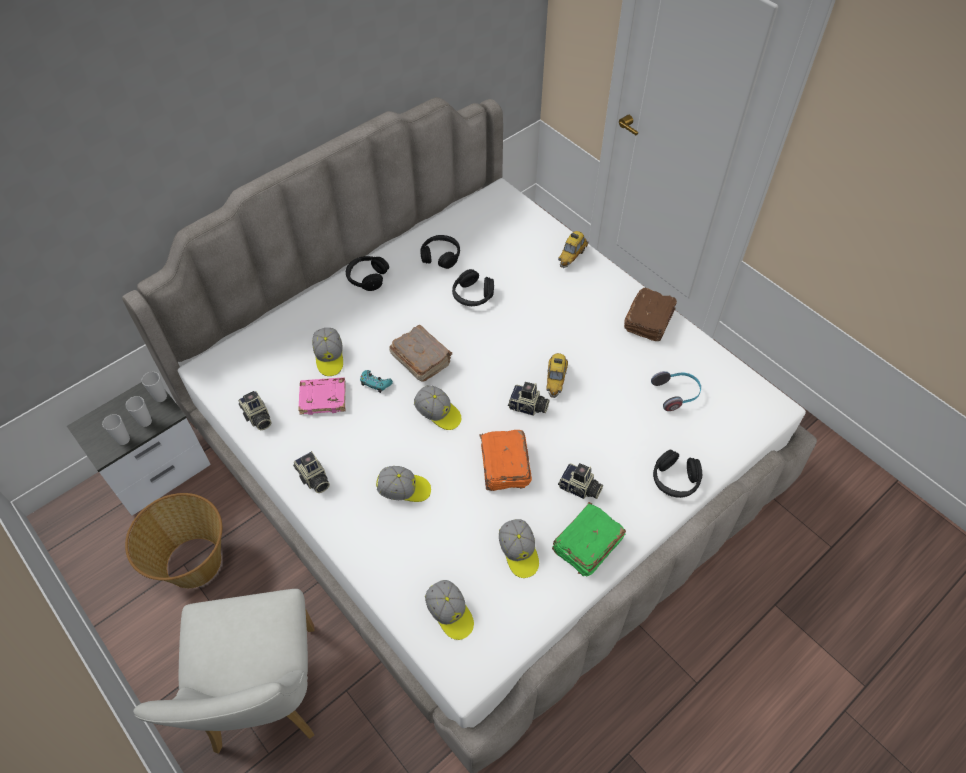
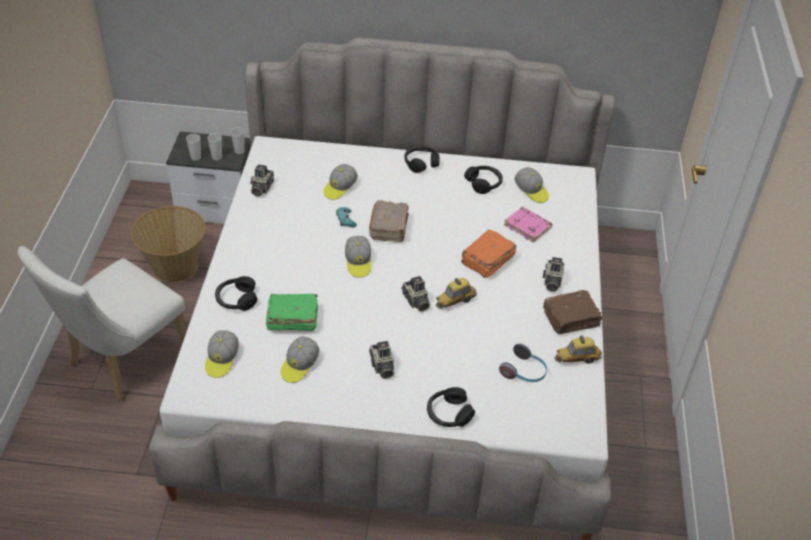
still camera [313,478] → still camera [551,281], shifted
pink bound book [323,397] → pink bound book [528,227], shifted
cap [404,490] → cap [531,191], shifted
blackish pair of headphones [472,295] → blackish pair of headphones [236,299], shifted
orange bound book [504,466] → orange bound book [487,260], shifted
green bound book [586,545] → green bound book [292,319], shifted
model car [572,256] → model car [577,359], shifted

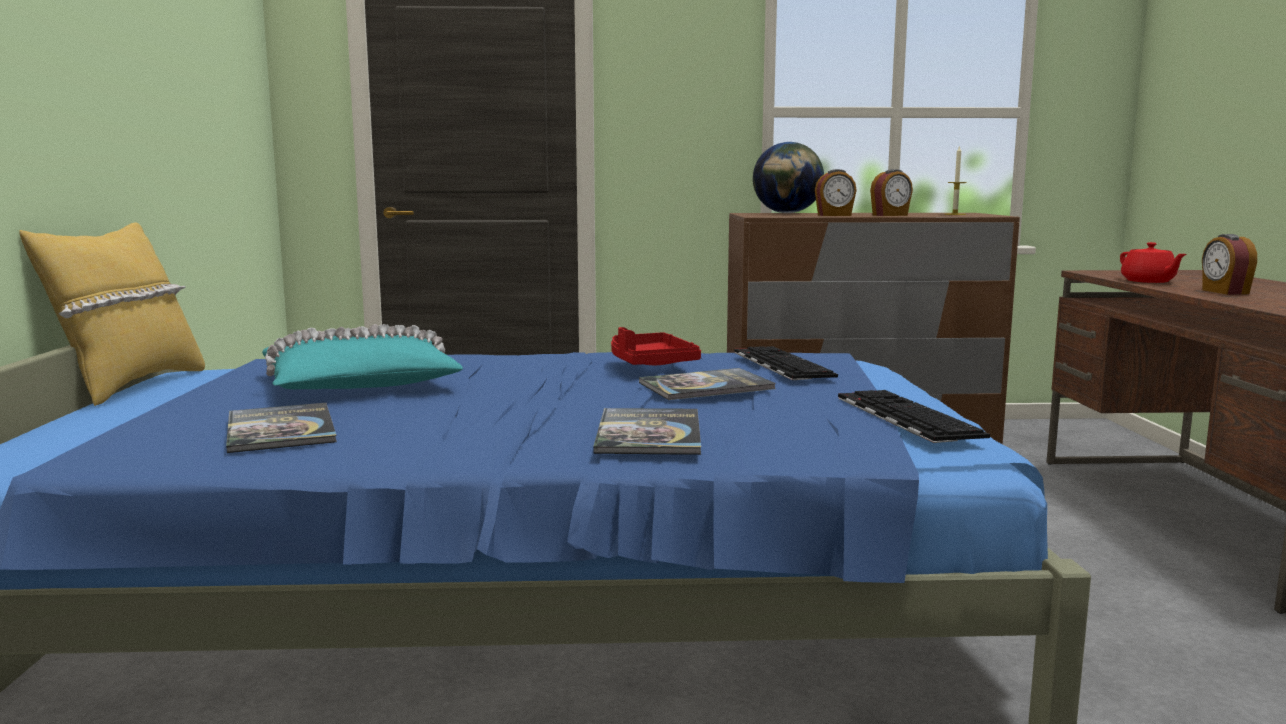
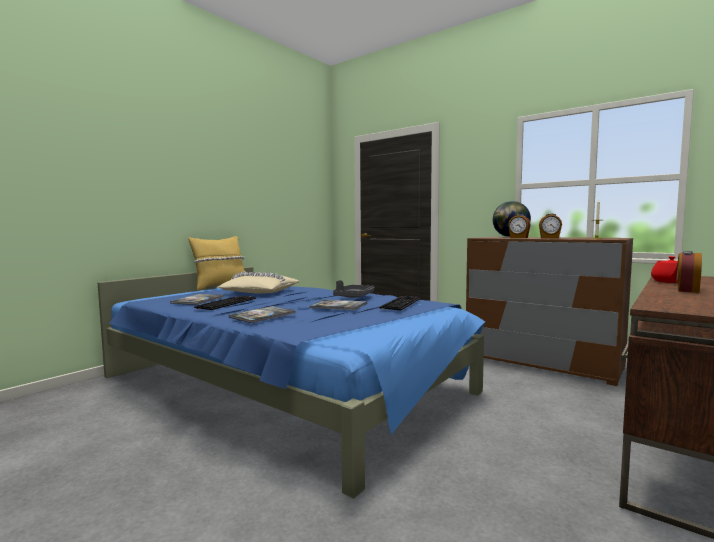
turquoise-coloured cushion [360,384] → beige-coloured cushion [259,292]
red tray [649,363] → grey tray [354,297]
keyboard [903,416] → keyboard [226,303], shifted

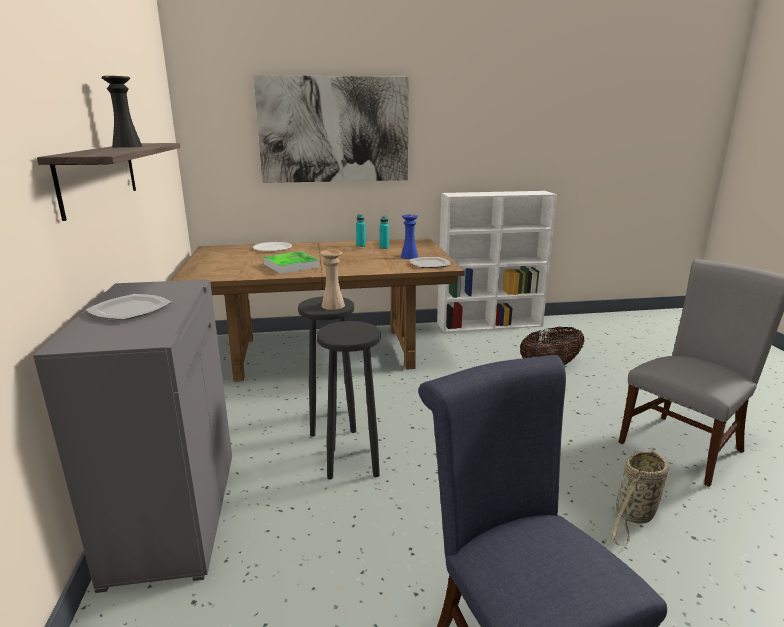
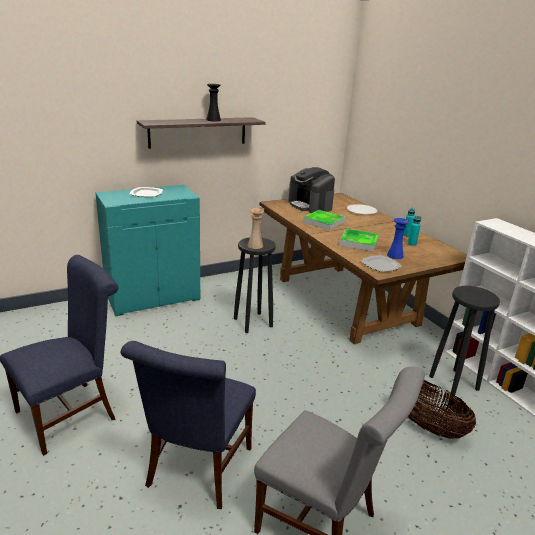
grey storage cabinet [173,515] → turquoise-coloured storage cabinet [153,297]
wall picture [334,130] → -
blackish stool seat [353,463] → blackish stool seat [453,383], shifted
household basket [633,516] → blue chair [197,471]
- → coffee machine [310,205]
- → tray [359,242]

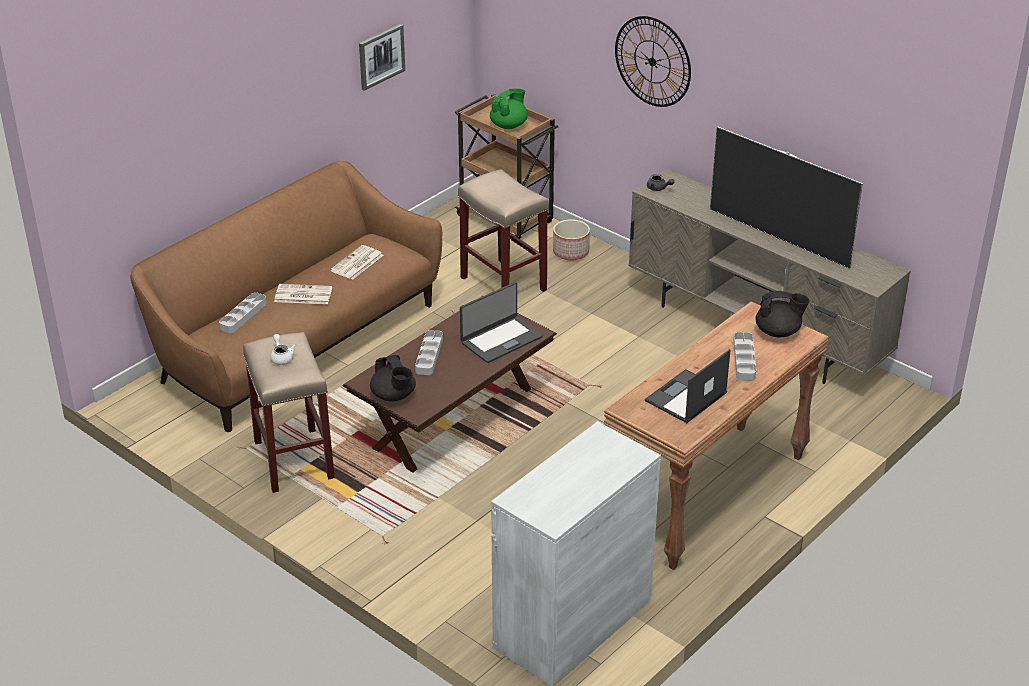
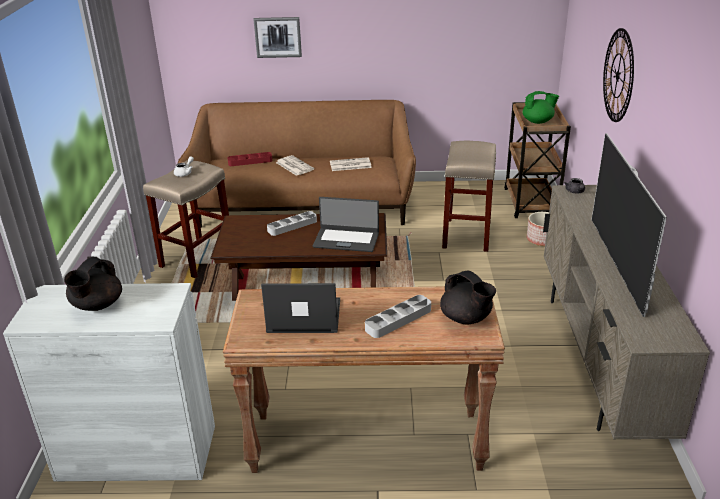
grey tray [243,315] → red tray [250,161]
wall picture [381,56] → wall picture [278,37], shifted
blackish teapot [394,396] → blackish teapot [97,305], shifted

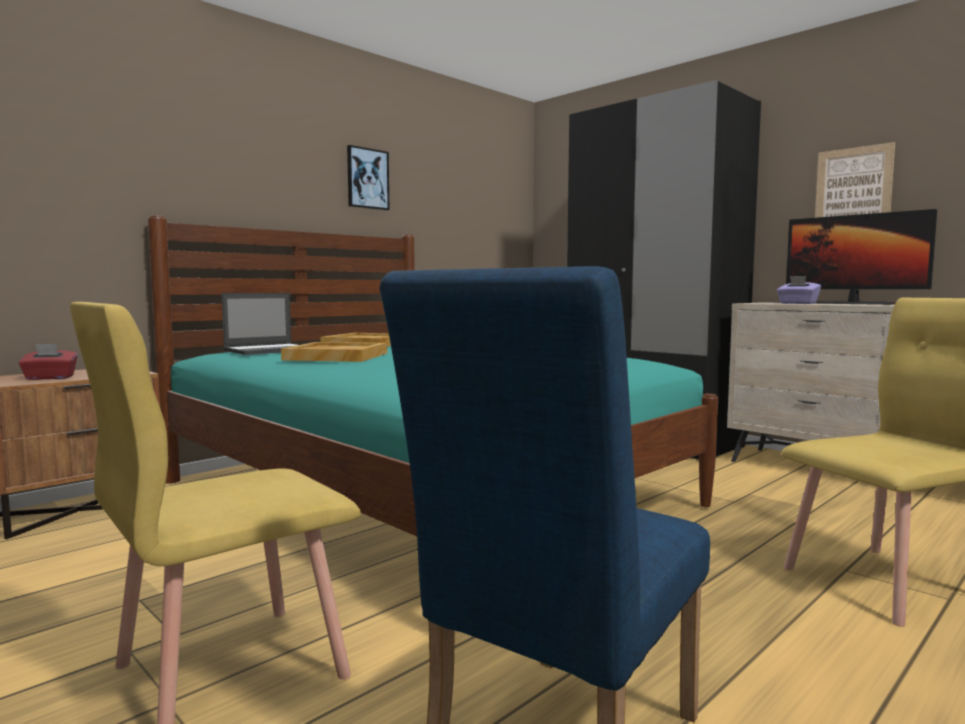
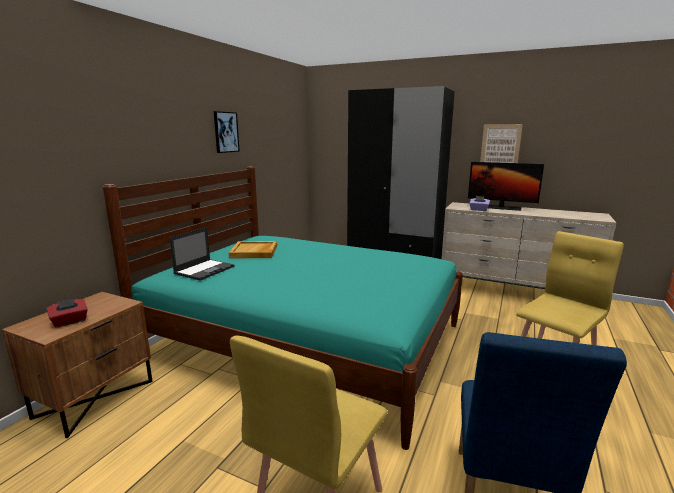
beige-coloured tray [336,356] → -

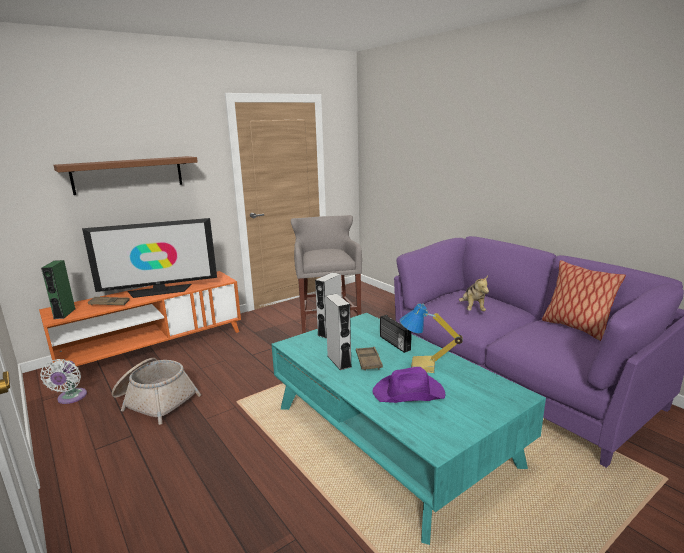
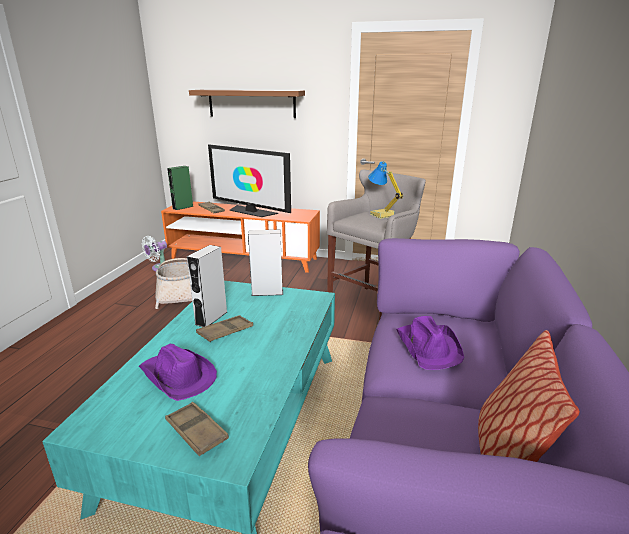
radio receiver [394,343] → -
lamp for a table [423,367] → lamp for a table [381,215], shifted
plush toy [472,309] → purple clothing hat [428,346]
- → brown-coloured tray [196,432]

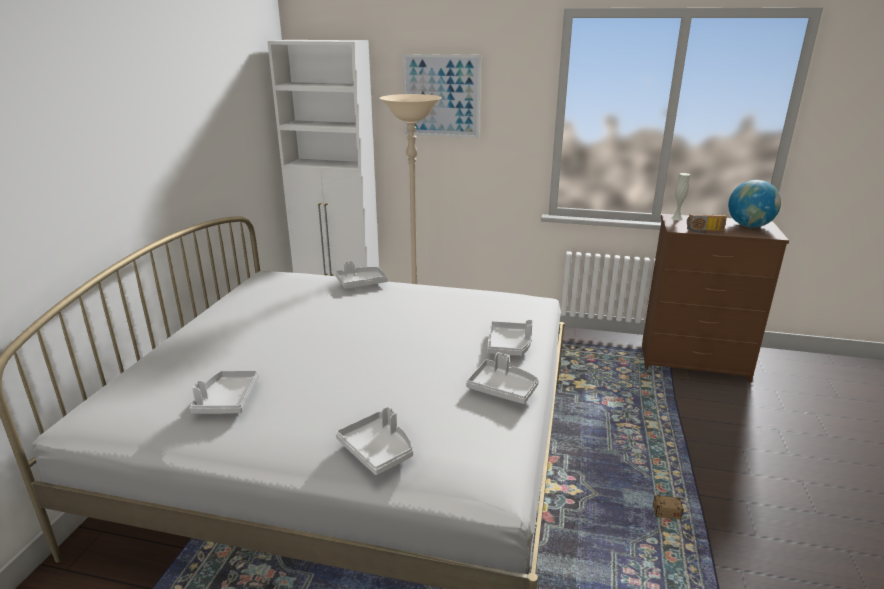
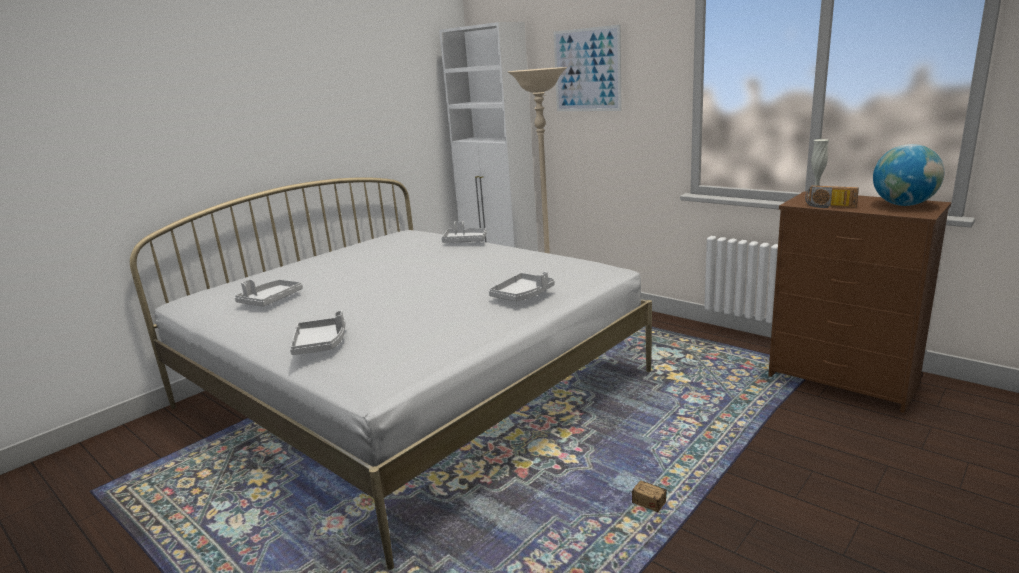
grey tray [503,389] → -

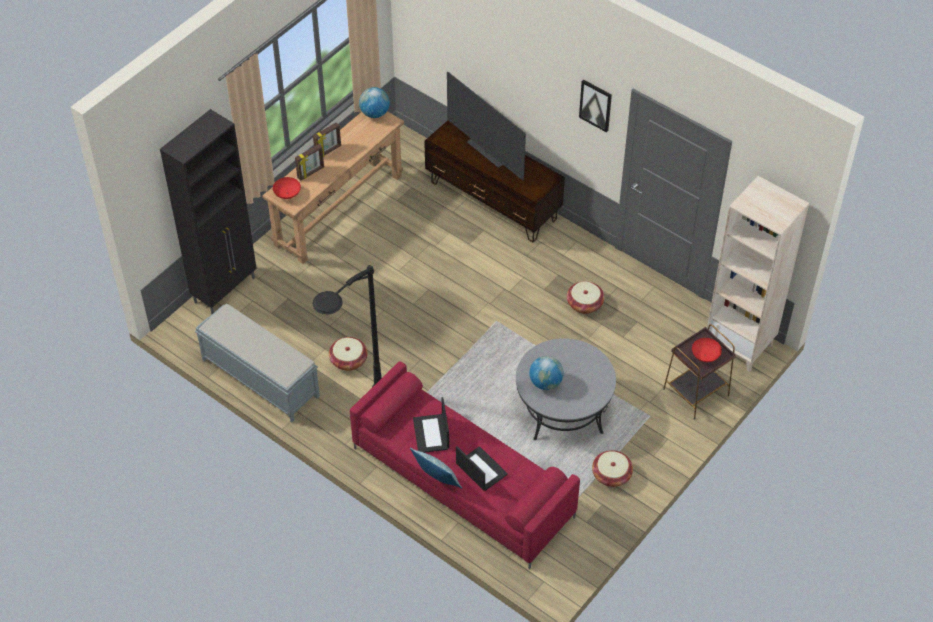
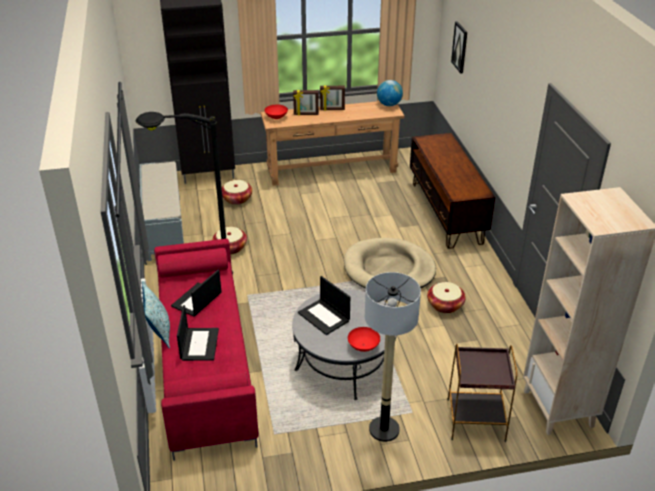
TV set [485,152] → -
world globe [545,383] → notebook computer [324,317]
wall picture [596,105] → wall picture [460,47], shifted
household basket [611,475] → household basket [237,199], shifted
red serving bowl [705,356] → red serving bowl [363,347], shifted
- → beige-coloured pet bed [389,269]
- → standing lamp [384,429]

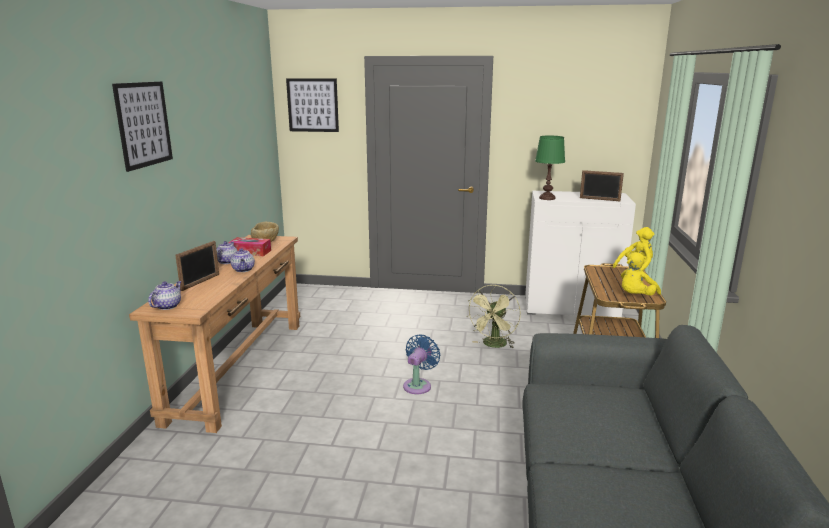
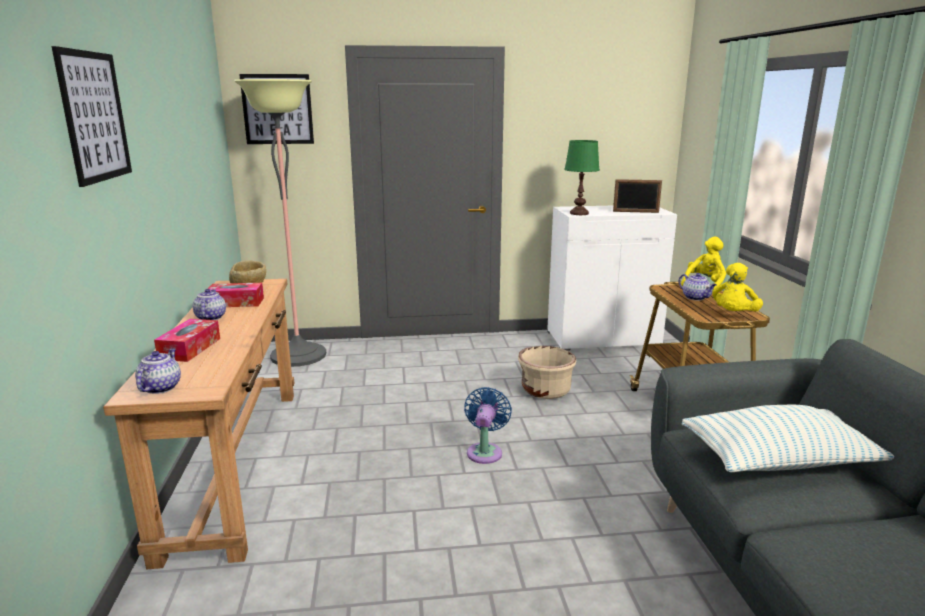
photo frame [200,282] → tissue holder [190,348]
teapot [243,270] → teapot [696,298], shifted
green cooling fan [494,345] → beige-coloured planter [545,391]
- → standing lamp [298,355]
- → cushion [778,460]

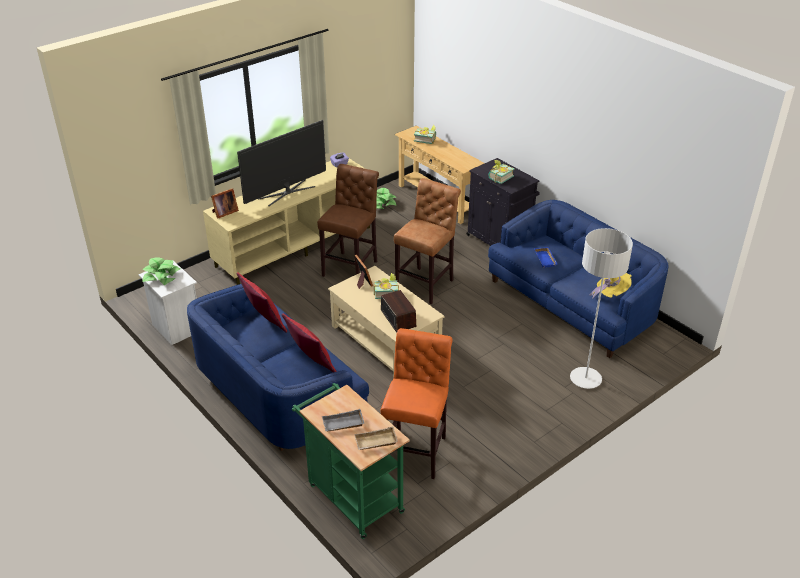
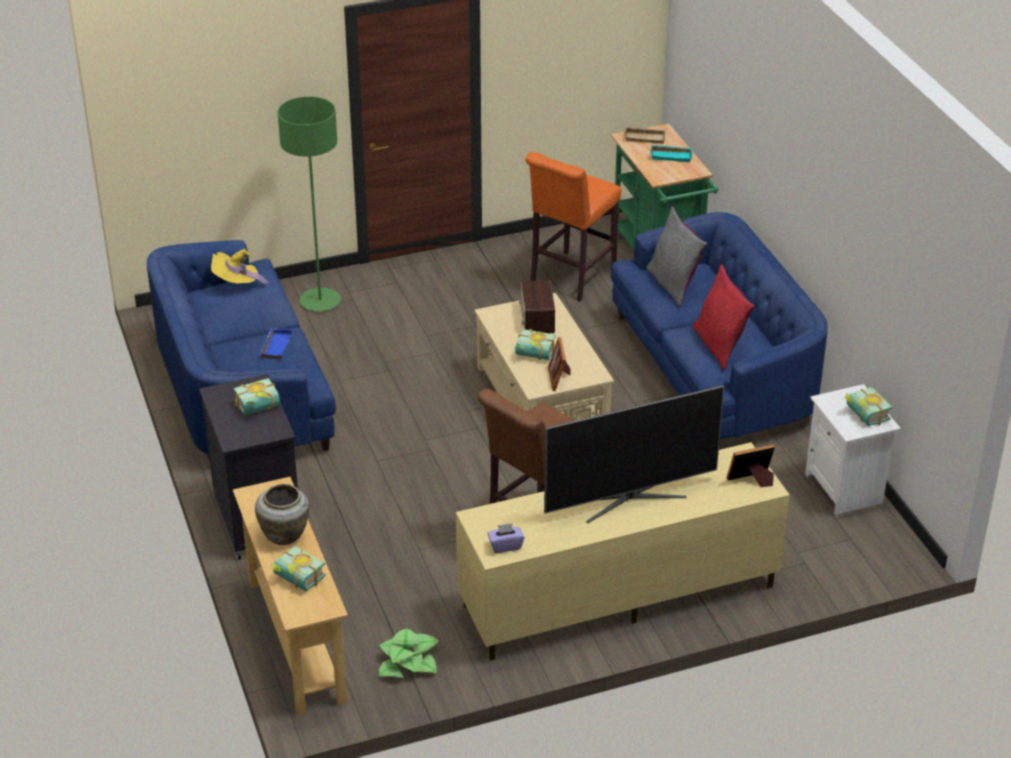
potted plant [161,276] → bound book [863,416]
red cushion [311,364] → grey cushion [673,285]
grey tray [342,424] → turquoise-coloured tray [671,156]
brown-coloured stool seat [426,284] → -
grey standing lamp [585,379] → green standing lamp [320,301]
- → beige-coloured vase [285,534]

